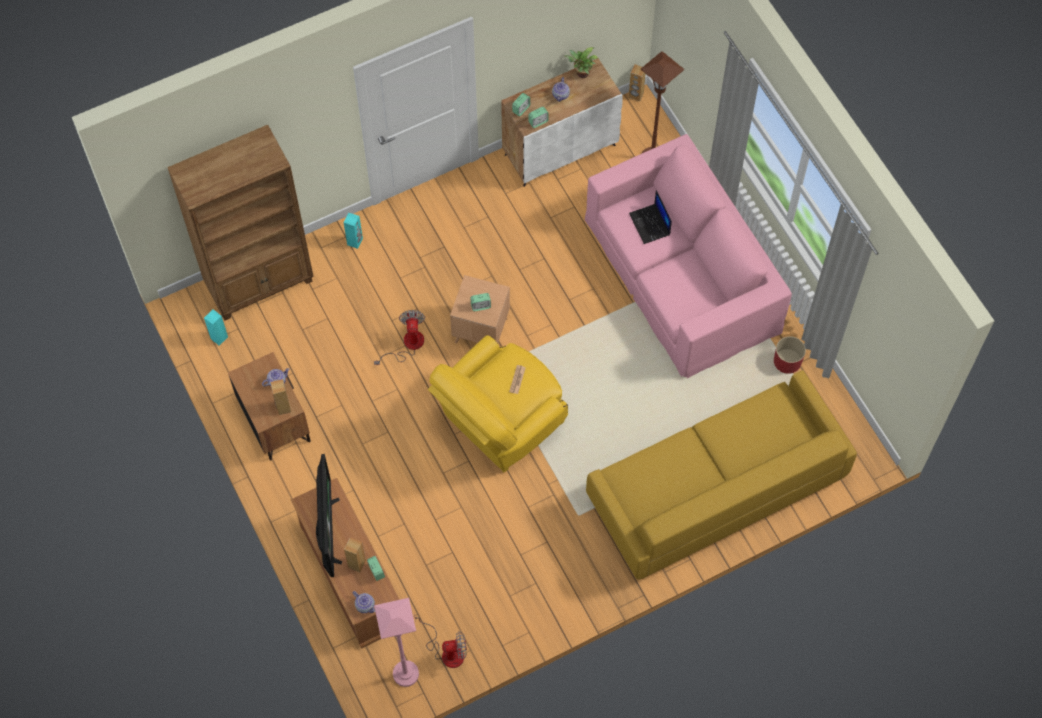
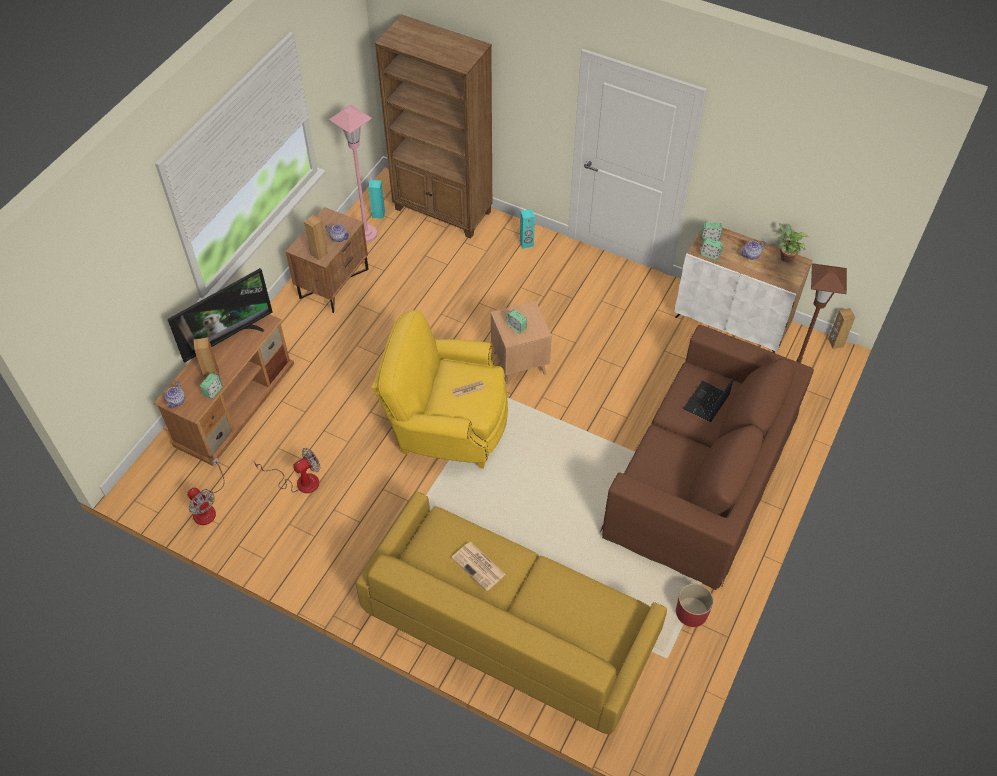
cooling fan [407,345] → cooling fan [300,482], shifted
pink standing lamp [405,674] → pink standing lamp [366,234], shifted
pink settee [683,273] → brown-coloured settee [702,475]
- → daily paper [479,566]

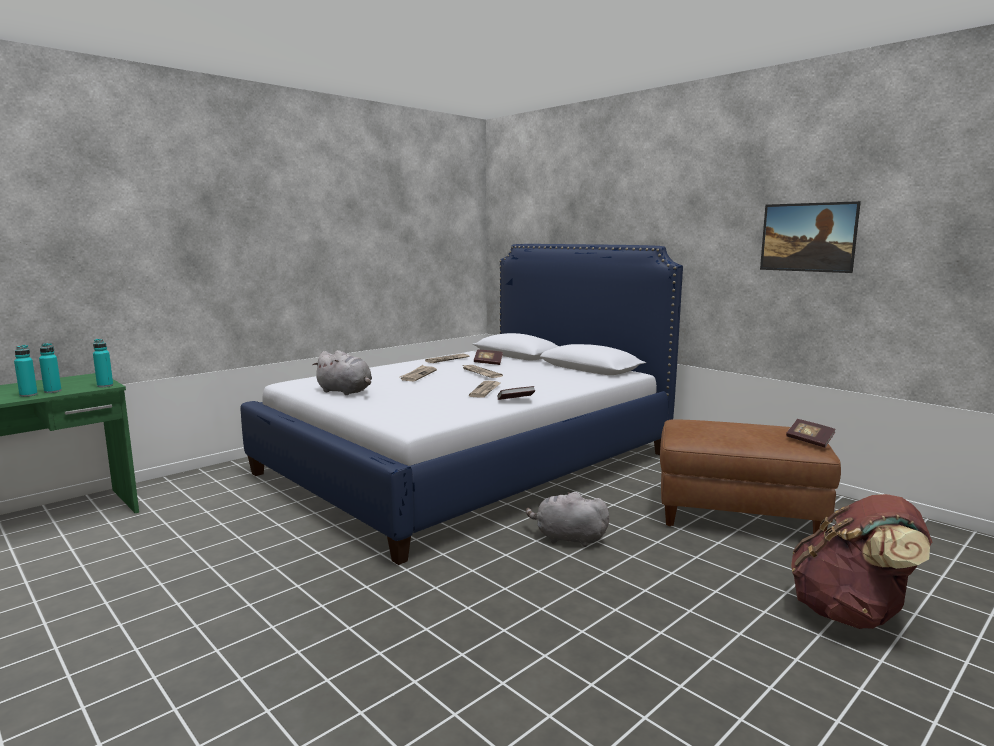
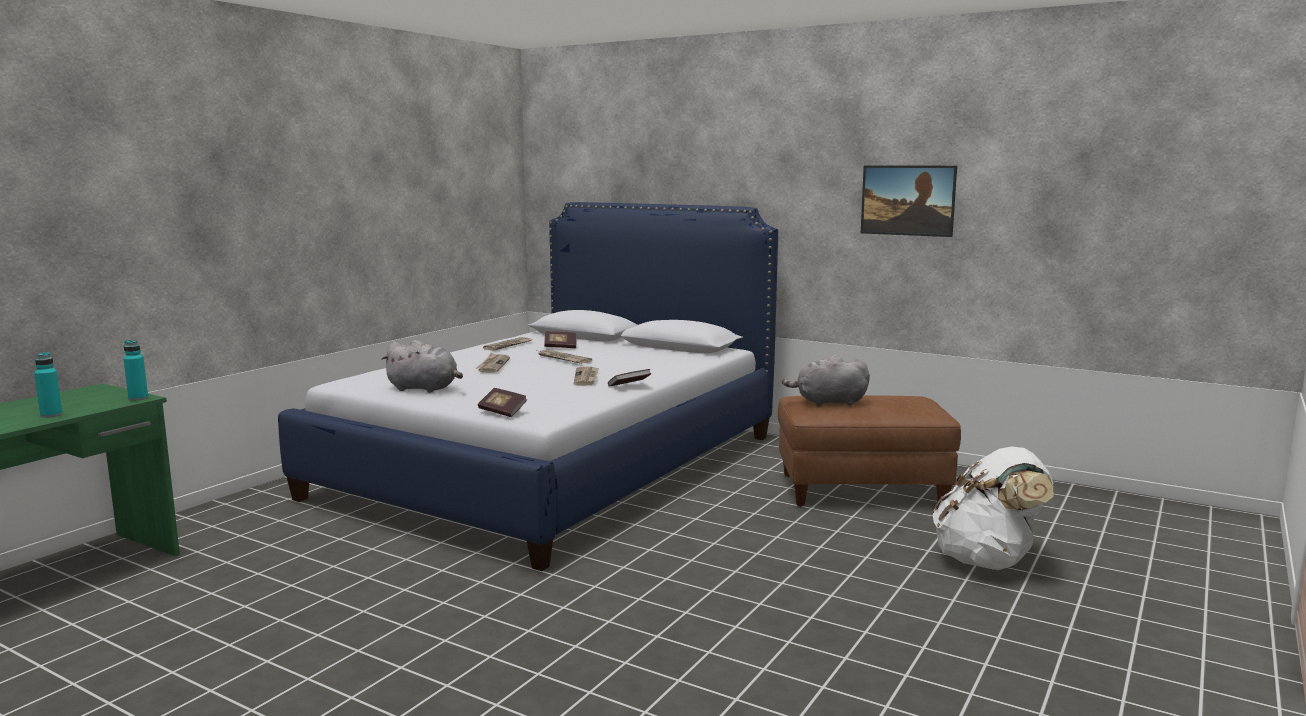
turquoise-coloured drink bottle [52,391] → -
grey plush toy [567,538] → grey plush toy [828,402], shifted
bound book [809,441] → bound book [502,412], shifted
brown-coloured knapsack [851,614] → white-coloured knapsack [987,561]

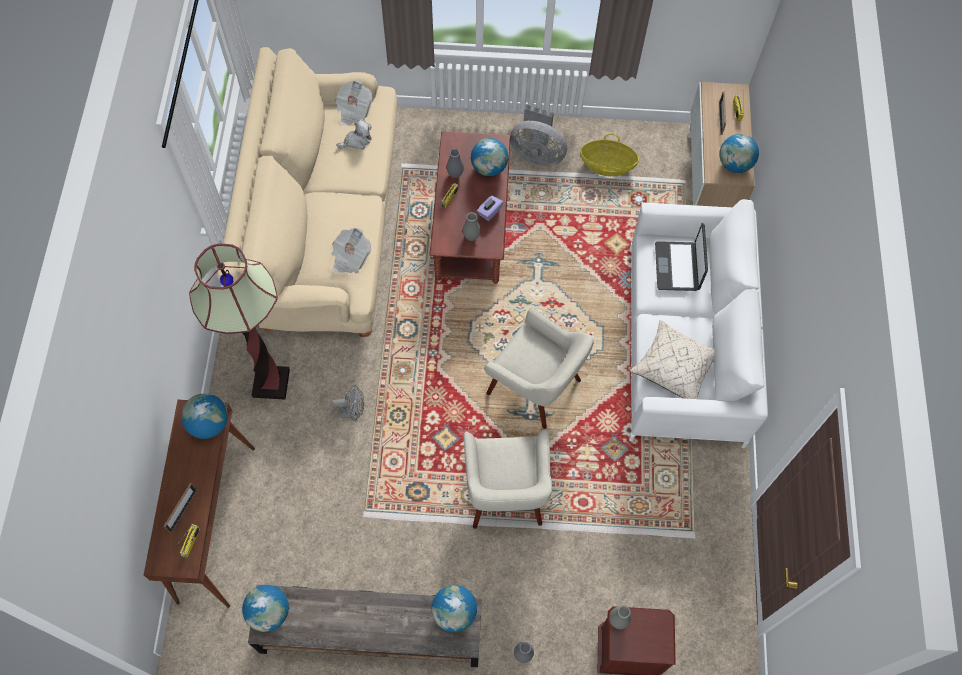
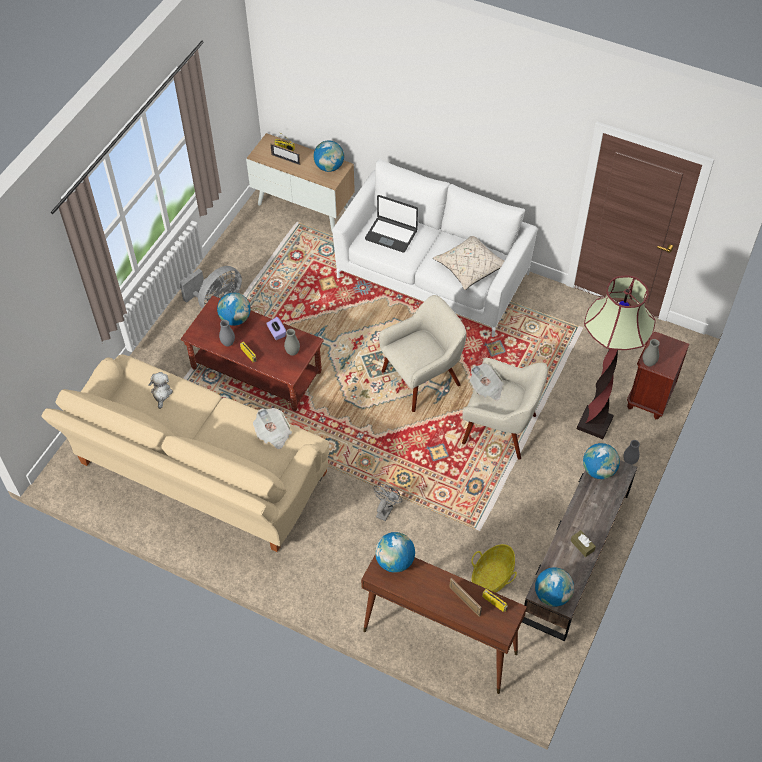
standing lamp [271,383] → standing lamp [594,423], shifted
daily paper [354,110] → daily paper [486,388], shifted
household basket [607,165] → household basket [492,577], shifted
- → brown-coloured tissue holder [582,546]

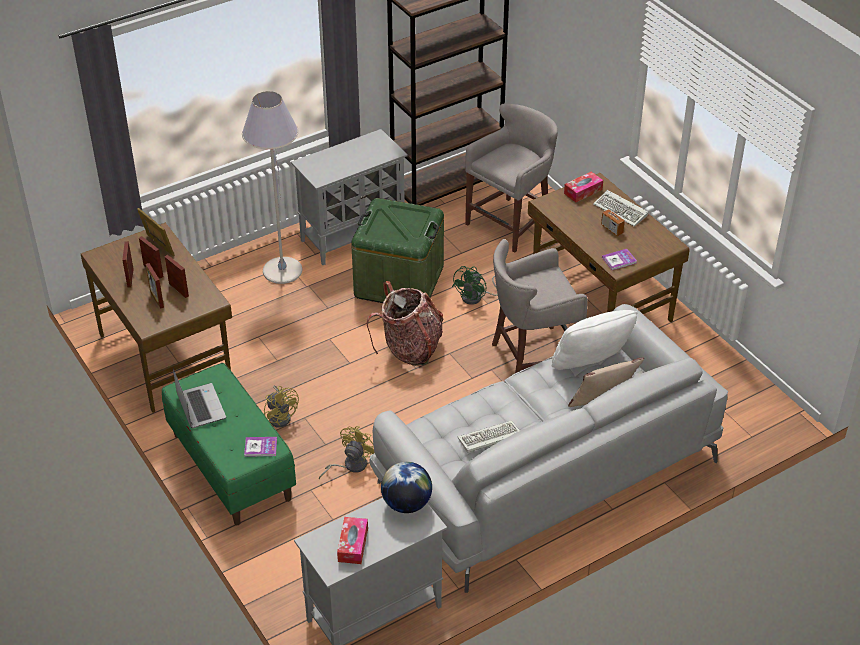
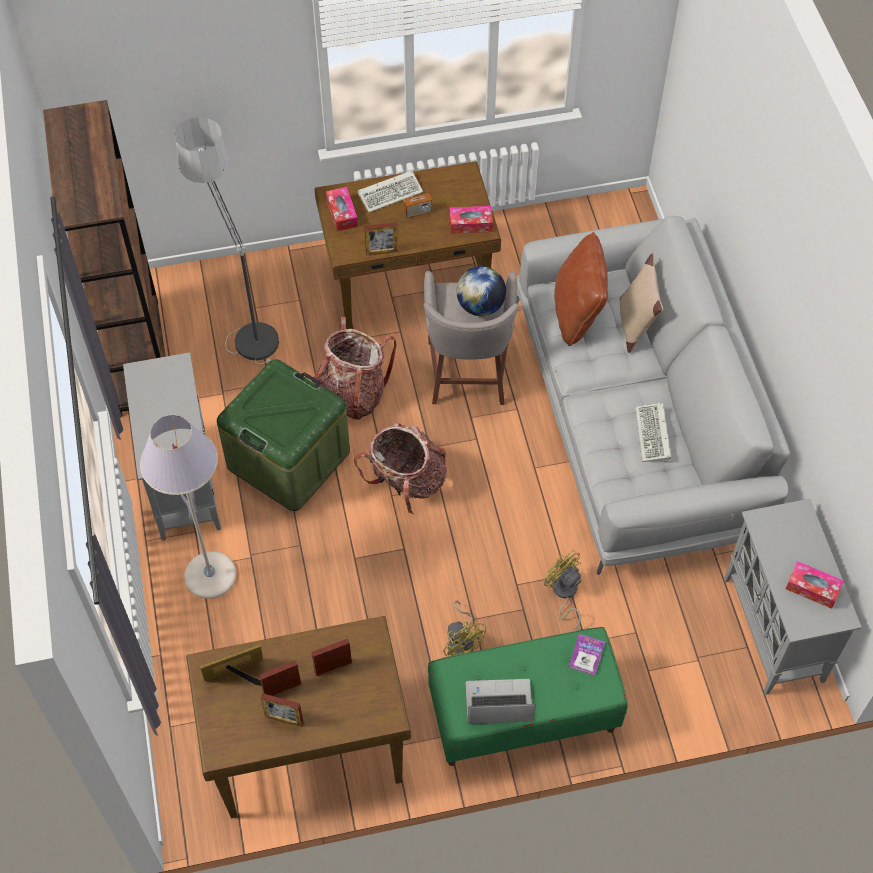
photo frame [157,299] → photo frame [382,252], shifted
yellow-coloured cooling fan [281,416] → yellow-coloured cooling fan [462,642], 75 degrees clockwise
world globe [406,504] → world globe [480,306], shifted
green cooling fan [476,297] → knapsack [351,393]
grey stool seat [511,222] → standing lamp [241,318]
white-coloured cushion [590,366] → brown-coloured cushion [577,314]
bound book [619,260] → tissue holder [470,224]

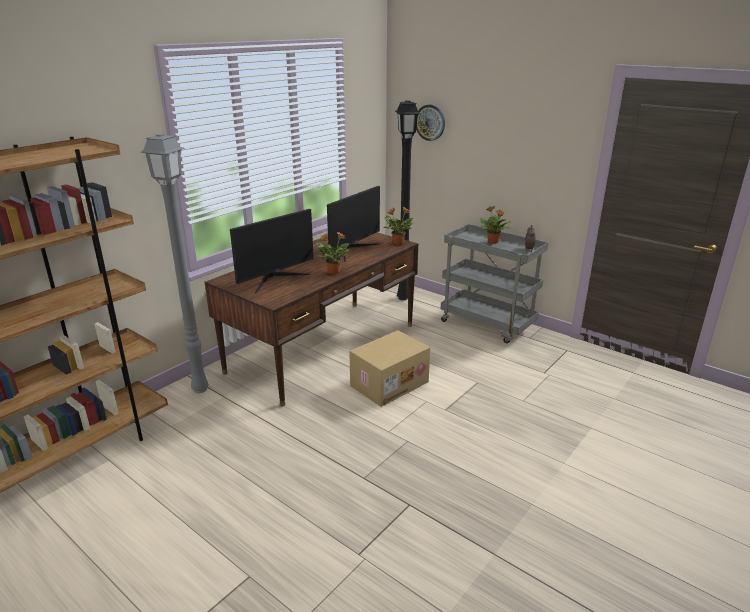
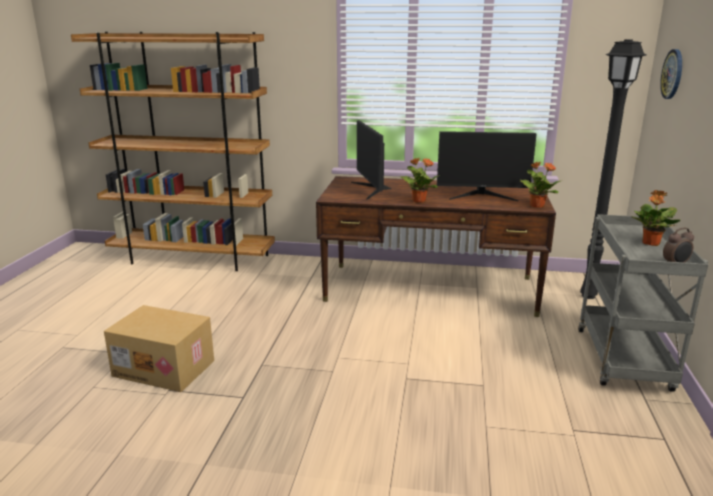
grey standing lamp [200,388] → -
monitor [275,279] → monitor [372,189], 60 degrees clockwise
carton [389,383] → carton [165,368], shifted

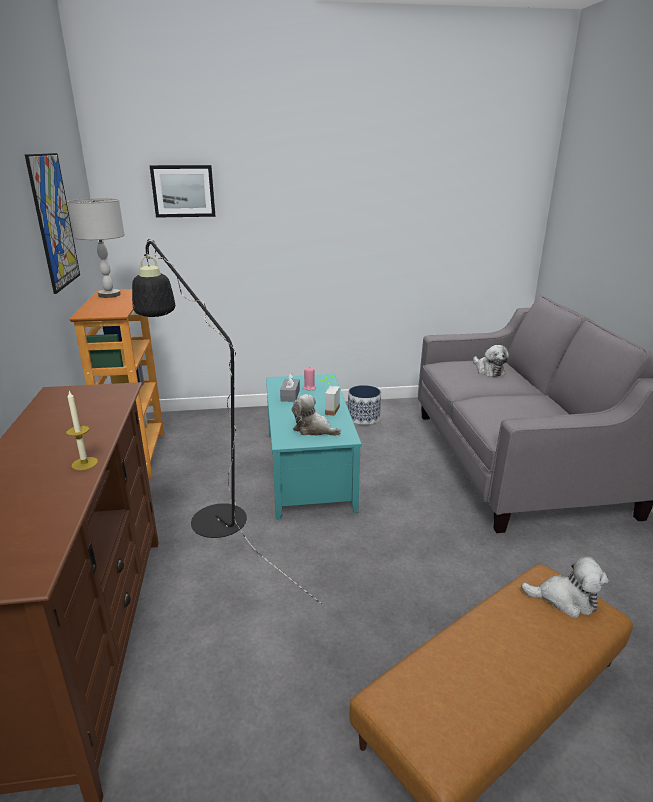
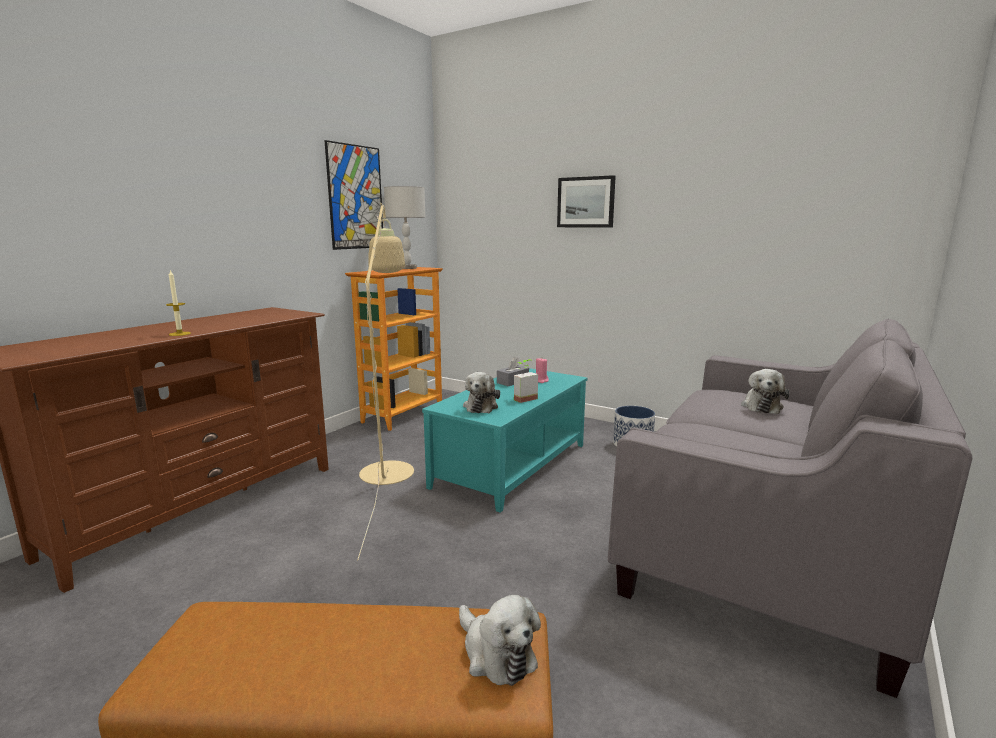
blackish standing lamp [210,513] → beige-coloured standing lamp [388,466]
wall picture [183,191] → wall picture [586,202], shifted
plush toy [313,429] → plush toy [481,406], 150 degrees counterclockwise

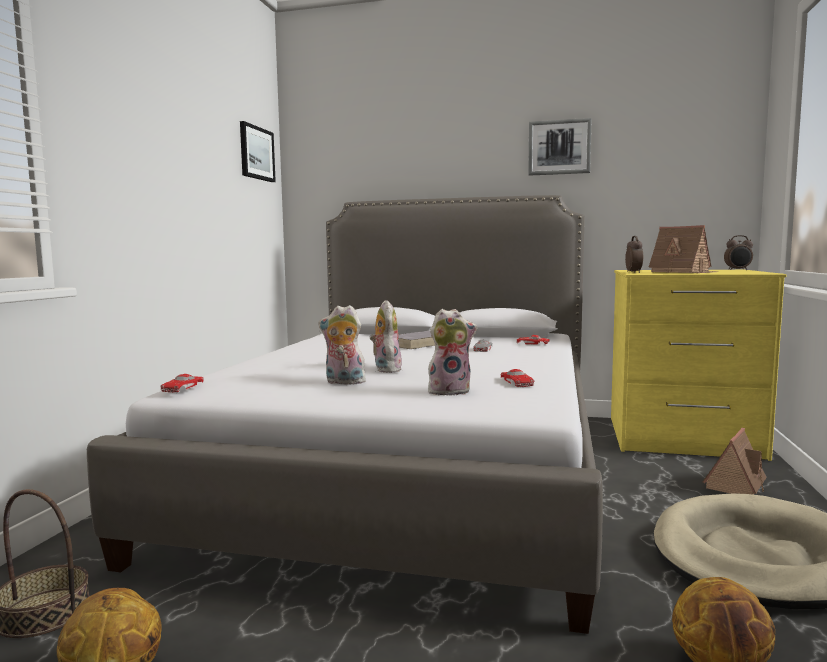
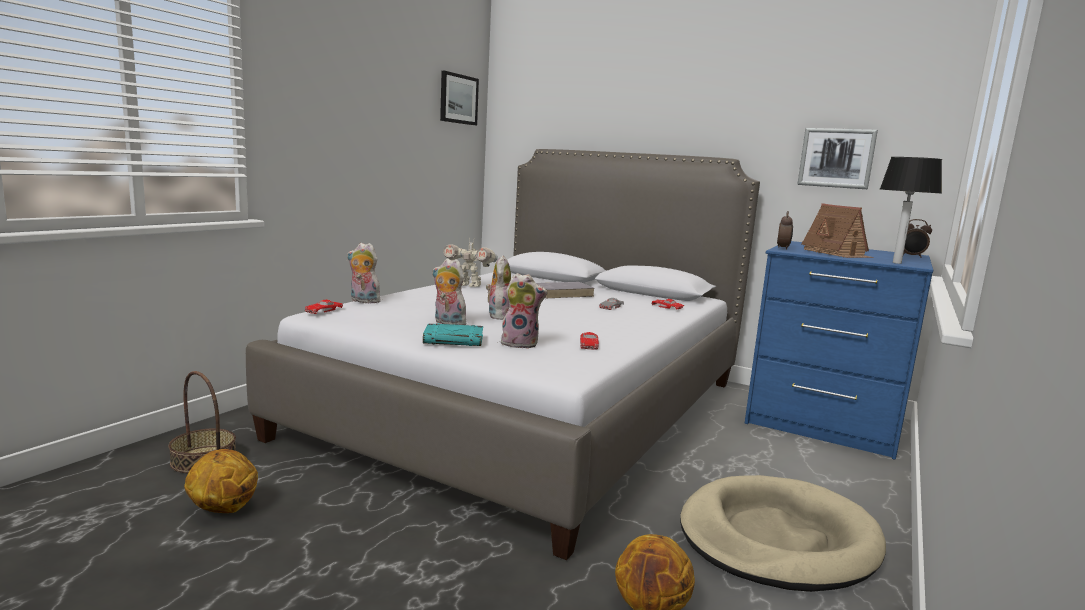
wall picture [559,147] → wall picture [836,158], shifted
yellow-coloured drawer chest [682,438] → blue drawer chest [822,421]
toy house [735,484] → -
- → plush toy [363,301]
- → turquoise-coloured bound book [454,340]
- → robot figure [469,285]
- → lamp for a table [897,263]

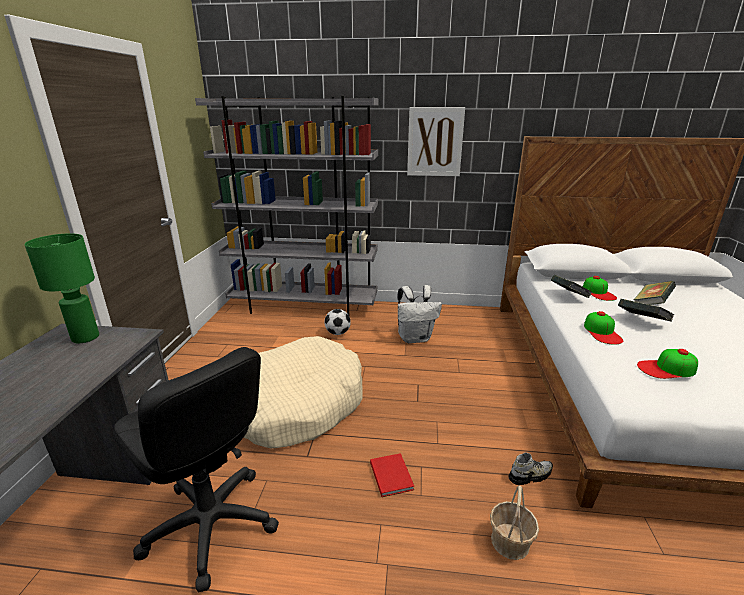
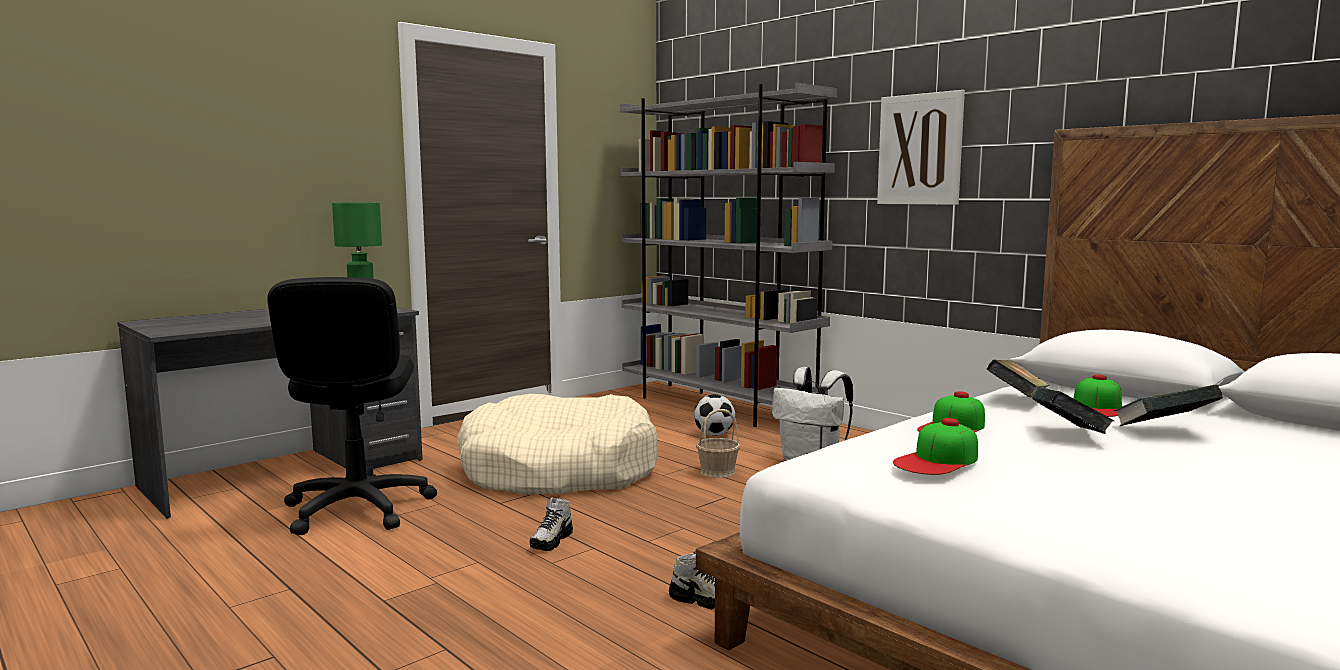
red bound book [391,475] → item of footwear [551,541]
household basket [509,542] → household basket [717,471], shifted
cap [666,368] → cap [937,460], 75 degrees counterclockwise

